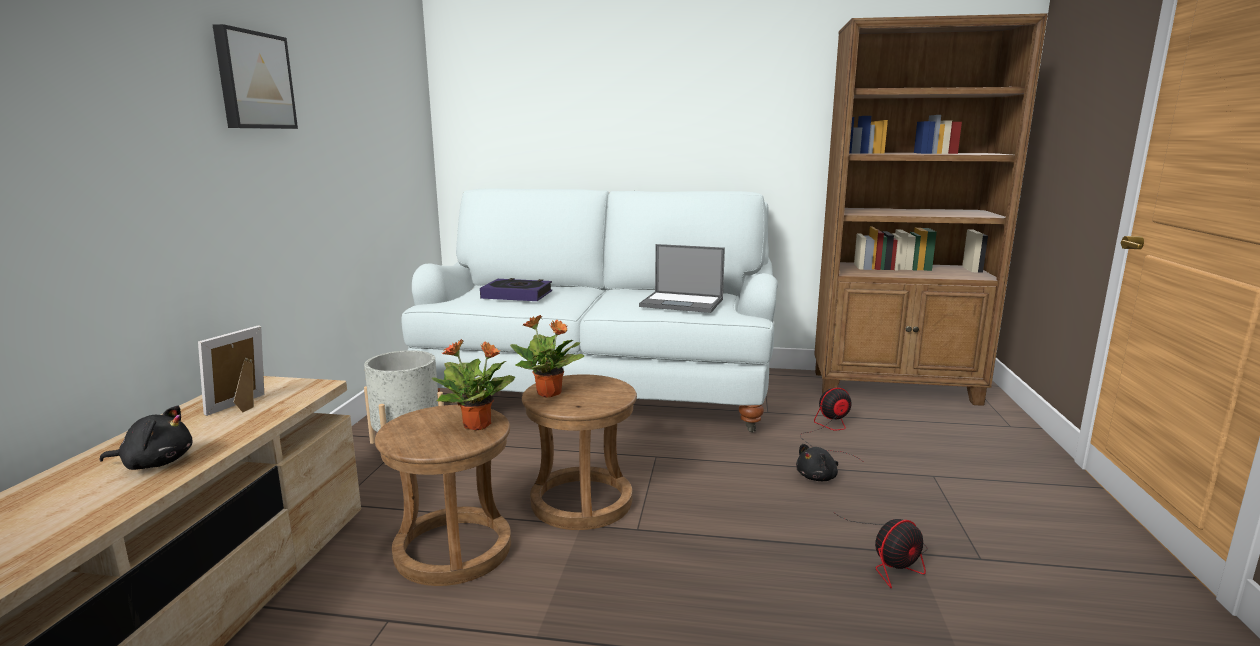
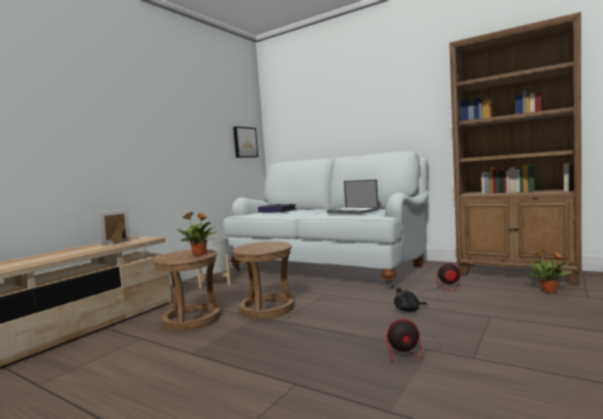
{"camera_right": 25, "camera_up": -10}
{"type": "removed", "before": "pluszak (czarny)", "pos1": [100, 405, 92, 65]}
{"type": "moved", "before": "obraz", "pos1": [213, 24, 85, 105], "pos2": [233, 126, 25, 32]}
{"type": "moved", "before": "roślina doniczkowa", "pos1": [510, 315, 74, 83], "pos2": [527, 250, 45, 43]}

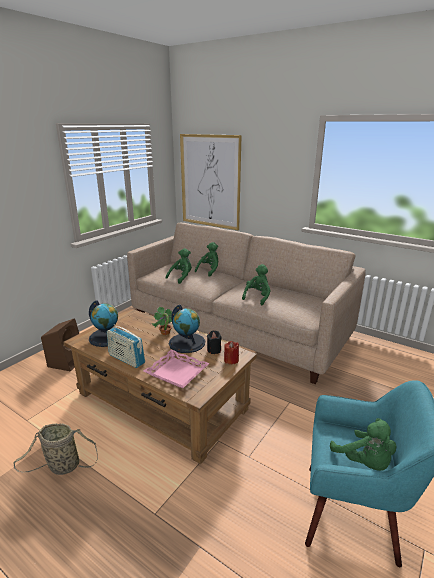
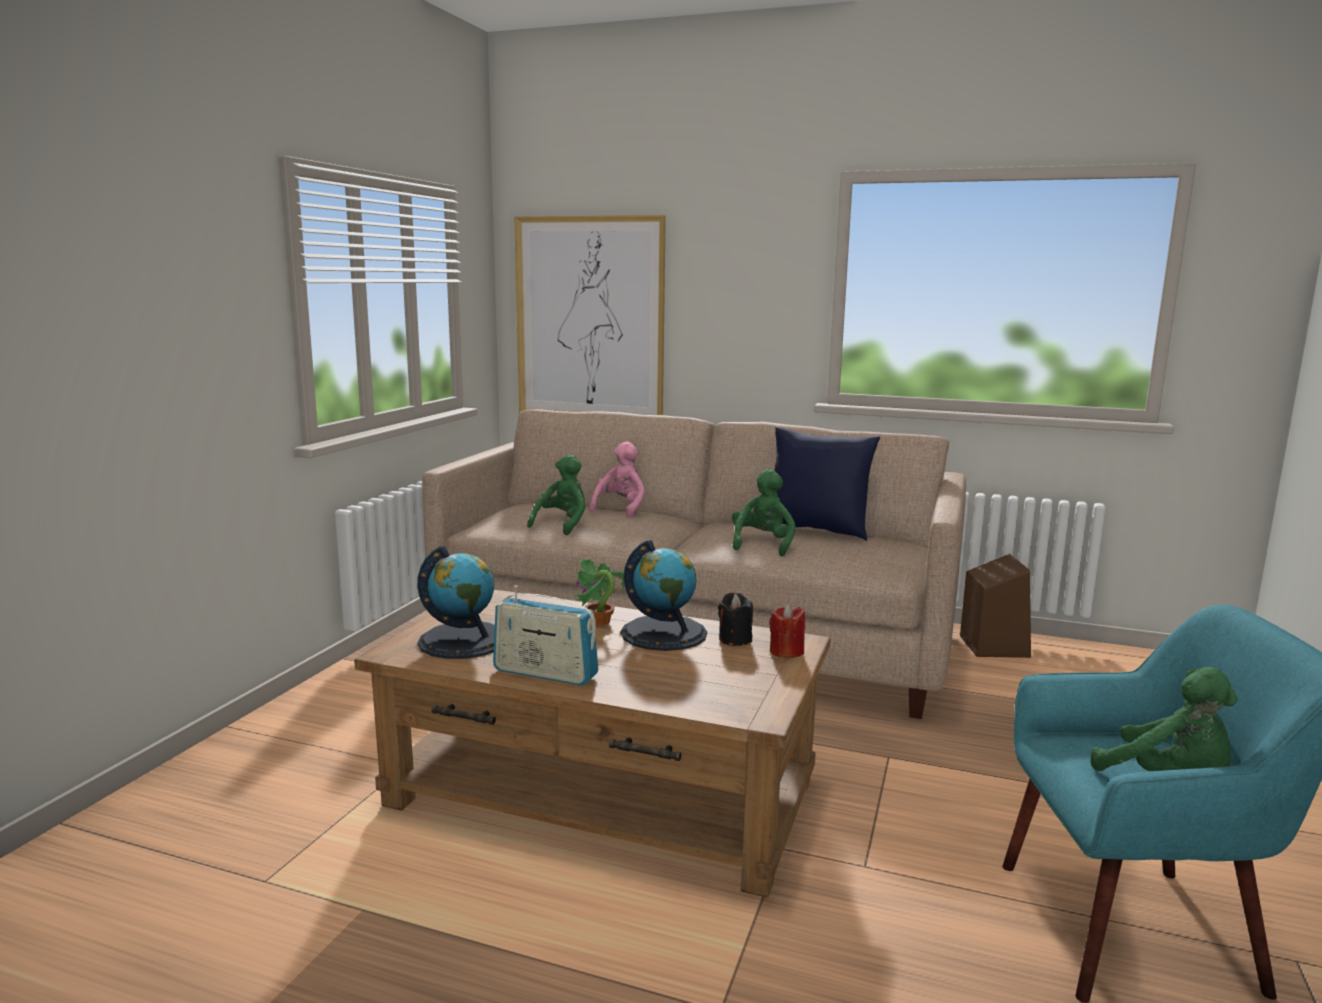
{"camera_right": -15, "camera_up": -10}
{"type": "removed", "before": "koszyk", "pos1": [14, 423, 84, 52]}
{"type": "removed", "before": "taca (różowy)", "pos1": [144, 349, 66, 39]}
{"type": "added", "after": "poduszka (niebieski)", "pos2": [774, 427, 106, 114]}
{"type": "moved", "before": "głośnik (brązowy)", "pos1": [41, 318, 38, 53], "pos2": [960, 554, 71, 104]}
{"type": "recoloured", "before": "pluszak (zielony)", "after": "pluszak (różowy)", "pos1": [195, 242, 23, 35], "pos2": [589, 441, 56, 77]}

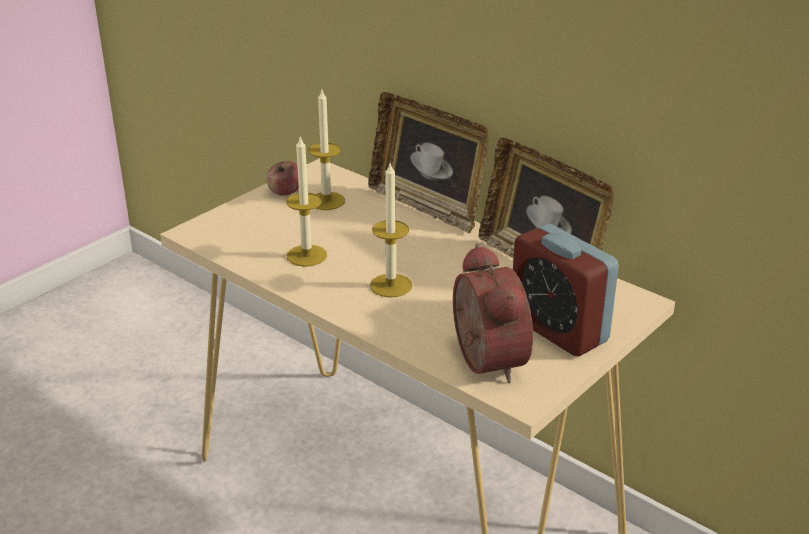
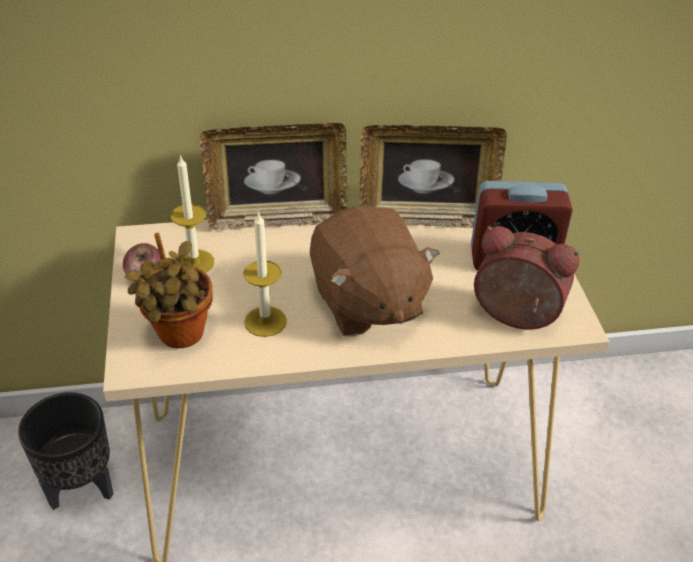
{"camera_right": -50, "camera_up": 10}
{"type": "added", "after": "donica (czarny)", "pos2": [18, 392, 96, 118]}
{"type": "added", "after": "roślina doniczkowa", "pos2": [125, 233, 88, 115]}
{"type": "replaced", "before": "świeca", "after": "pluszak (brązowy)", "pos1": [370, 161, 42, 137], "pos2": [310, 205, 130, 131]}

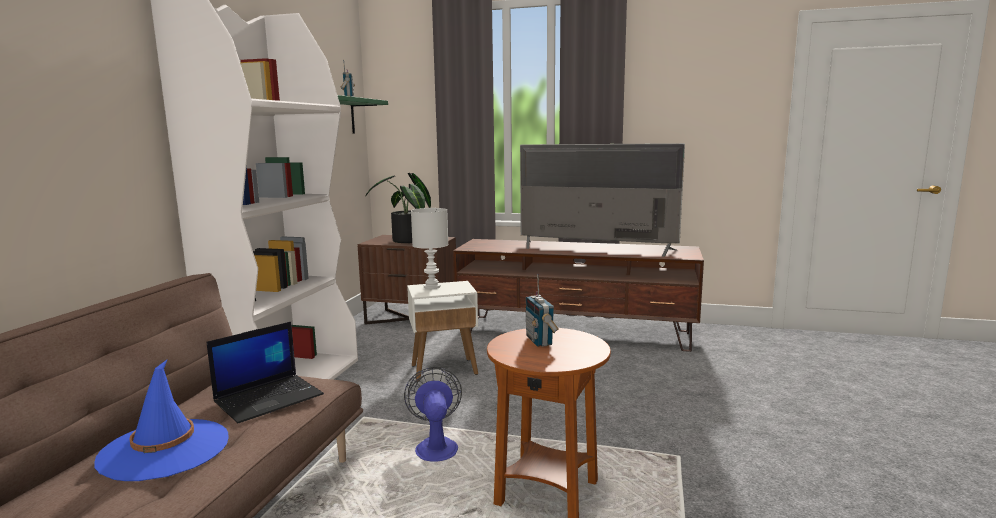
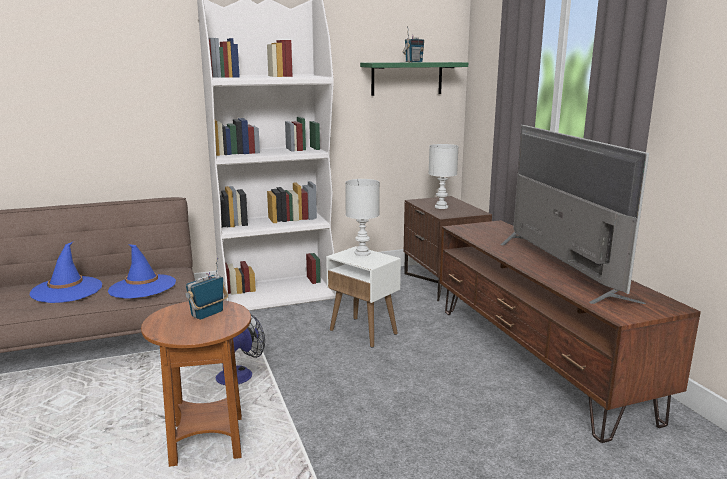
{"camera_right": 55, "camera_up": 5}
{"type": "replaced", "before": "laptop", "after": "kapelusz (niebieski)", "pos1": [207, 322, 117, 101], "pos2": [108, 244, 68, 54]}
{"type": "replaced", "before": "roślina doniczkowa", "after": "lampa stołowa (biały)", "pos1": [365, 173, 66, 70], "pos2": [428, 144, 31, 65]}

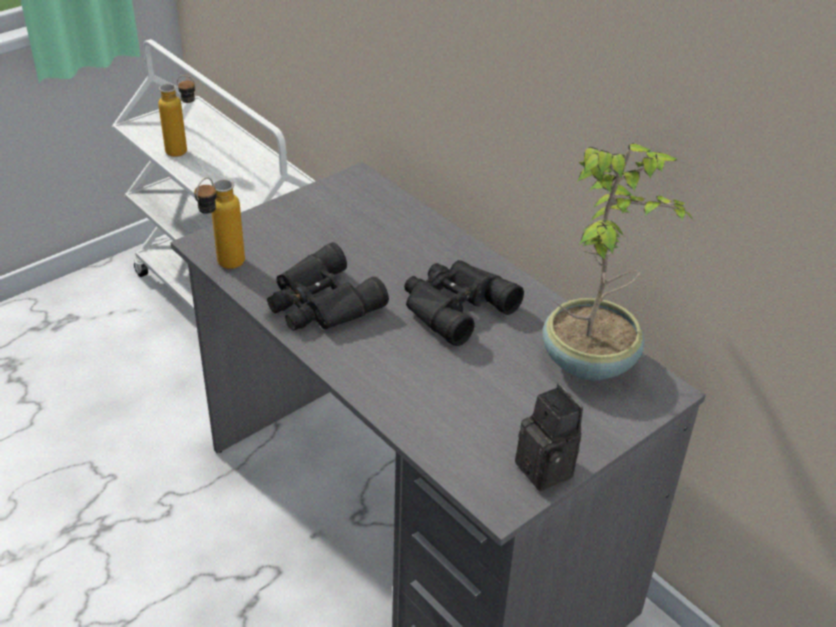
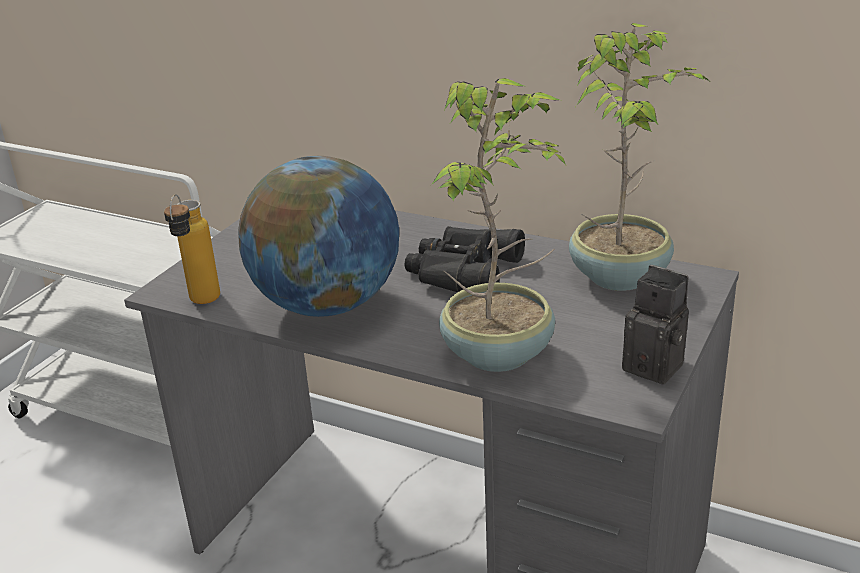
{"camera_right": -20, "camera_up": -10}
{"type": "removed", "before": "butelka", "pos1": [158, 75, 38, 82]}
{"type": "added", "after": "roślina doniczkowa", "pos2": [431, 78, 135, 294]}
{"type": "replaced", "before": "lornetka (czarny)", "after": "globus", "pos1": [267, 242, 122, 89], "pos2": [238, 156, 161, 161]}

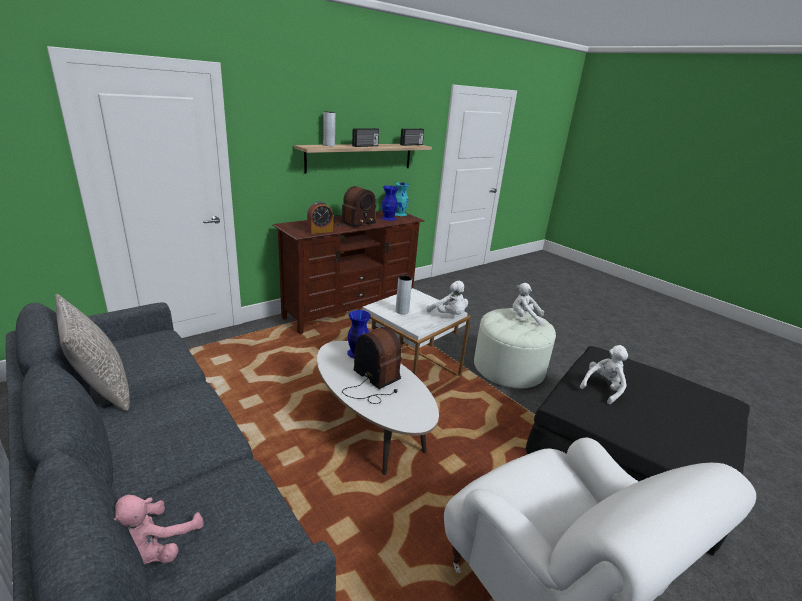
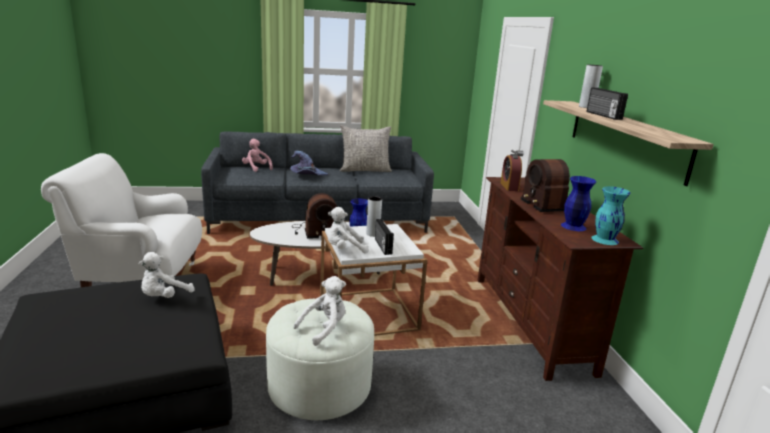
{"camera_right": 120, "camera_up": -5}
{"type": "added", "after": "kapelusz (fioletowy)", "pos2": [290, 151, 38, 25]}
{"type": "moved", "before": "radio", "pos1": [400, 128, 24, 18], "pos2": [375, 219, 19, 36]}
{"type": "turned", "before": "pluszak (biały)", "pos1": [580, 345, 48, 59], "pos2": [139, 252, 55, 46], "turn": 45}

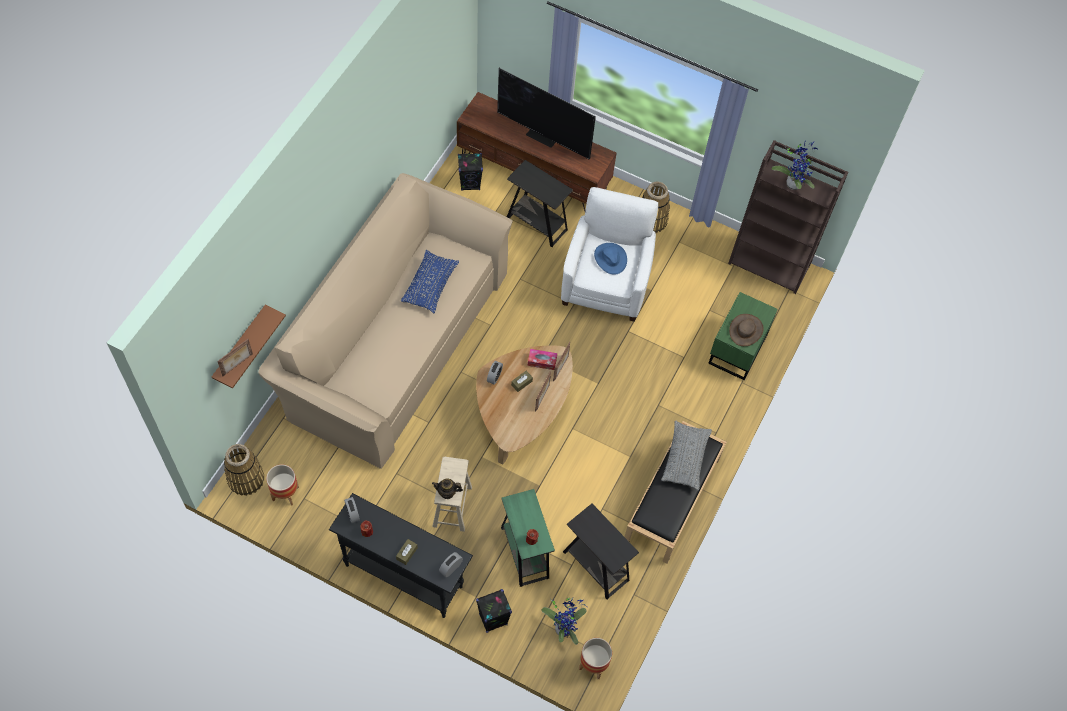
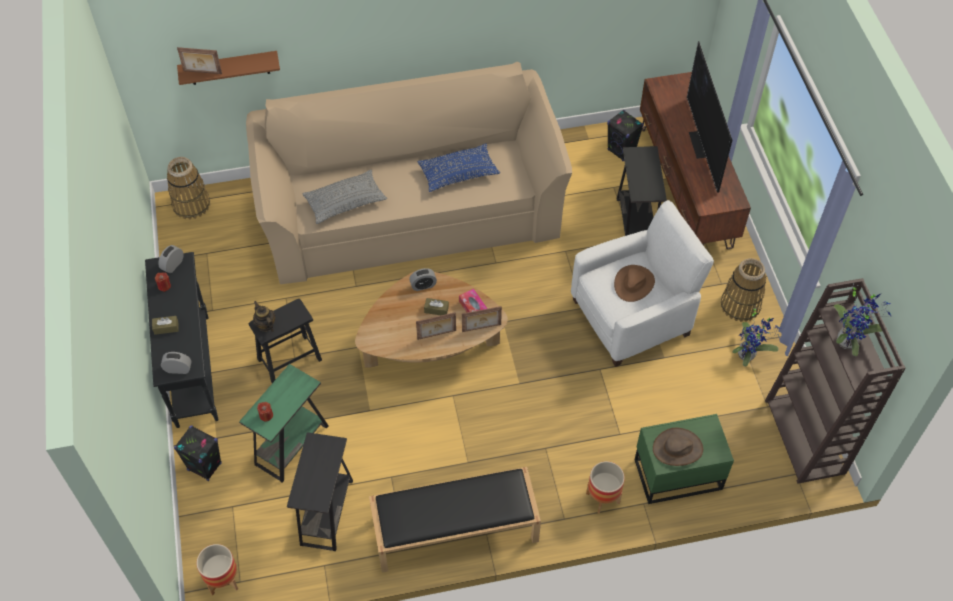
{"camera_right": 55, "camera_up": -5}
{"type": "moved", "before": "donica", "pos1": [266, 465, 33, 41], "pos2": [586, 461, 39, 53]}
{"type": "moved", "before": "roślina doniczkowa", "pos1": [542, 598, 45, 47], "pos2": [732, 308, 49, 59]}
{"type": "moved", "before": "poduszka (szary)", "pos1": [661, 421, 51, 70], "pos2": [302, 170, 85, 54]}
{"type": "recoloured", "before": "stołek (beżowy)", "after": "stołek (czarny)", "pos1": [432, 457, 40, 75], "pos2": [249, 299, 73, 84]}
{"type": "recoloured", "before": "kapelusz (niebieski)", "after": "kapelusz (brązowy)", "pos1": [594, 243, 33, 32], "pos2": [614, 265, 41, 37]}

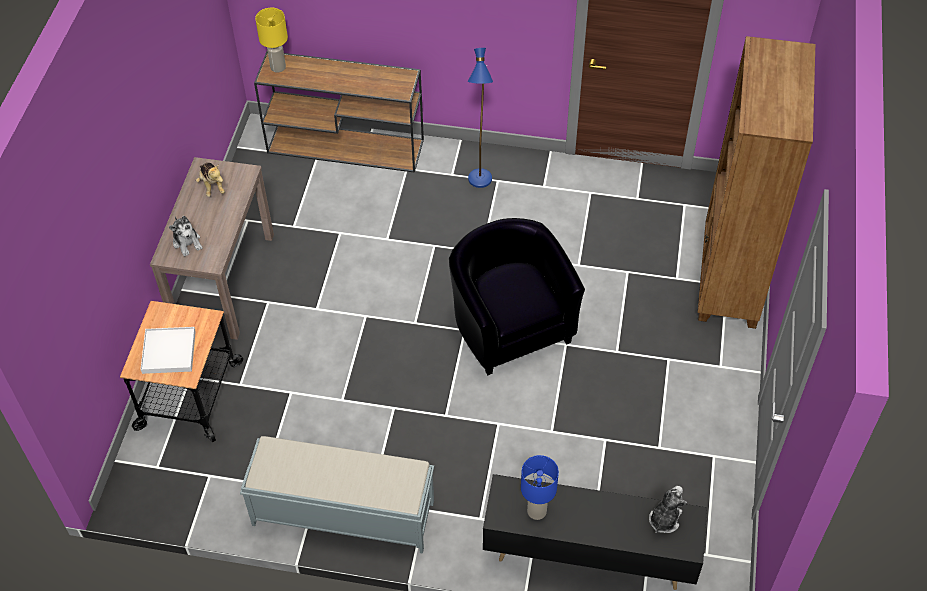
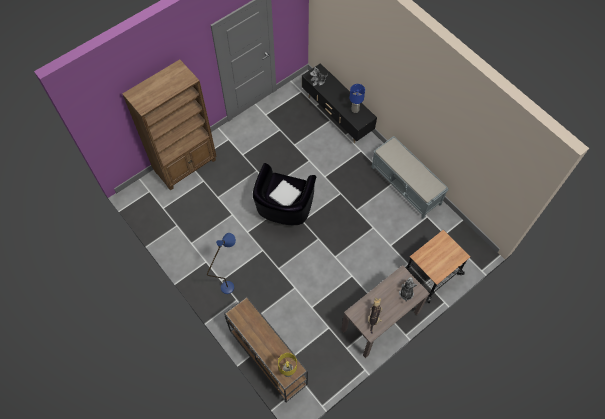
{"camera_right": -140, "camera_up": 10}
{"type": "moved", "before": "taca (biały)", "pos1": [141, 327, 55, 47], "pos2": [269, 180, 32, 26]}

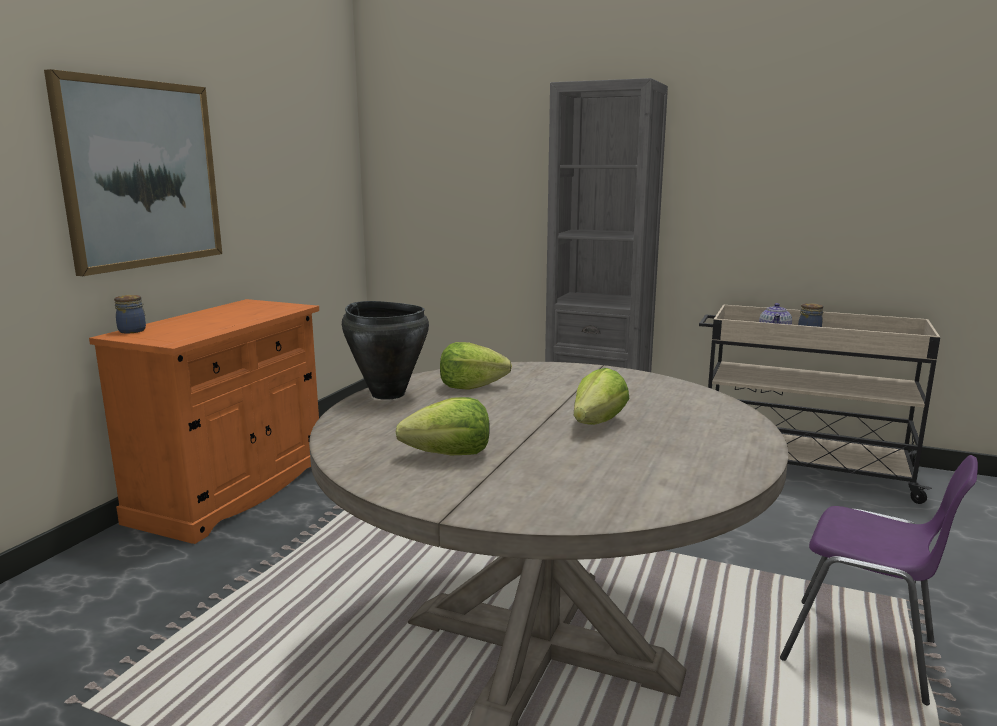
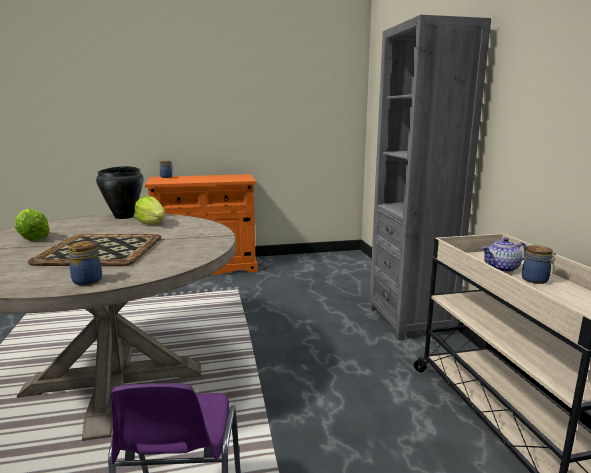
{"camera_right": 55, "camera_up": 0}
{"type": "removed", "before": "obraz", "pos1": [44, 69, 178, 207]}
{"type": "added", "after": "słoik", "pos2": [68, 241, 34, 44]}
{"type": "replaced", "before": "sałata", "after": "taca", "pos1": [574, 368, 56, 57], "pos2": [28, 234, 133, 32]}

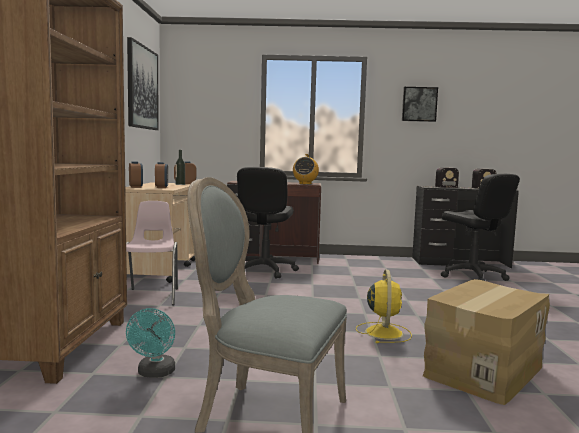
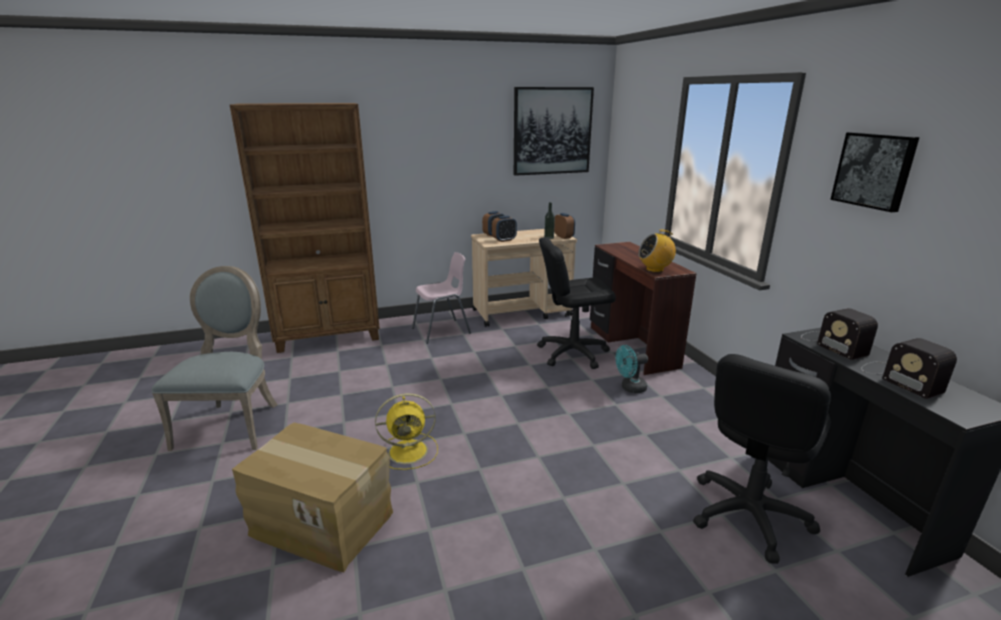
{"camera_right": 70, "camera_up": 15}
{"type": "moved", "before": "wentylator (turkusowy)", "pos1": [126, 308, 49, 70], "pos2": [616, 345, 32, 48]}

